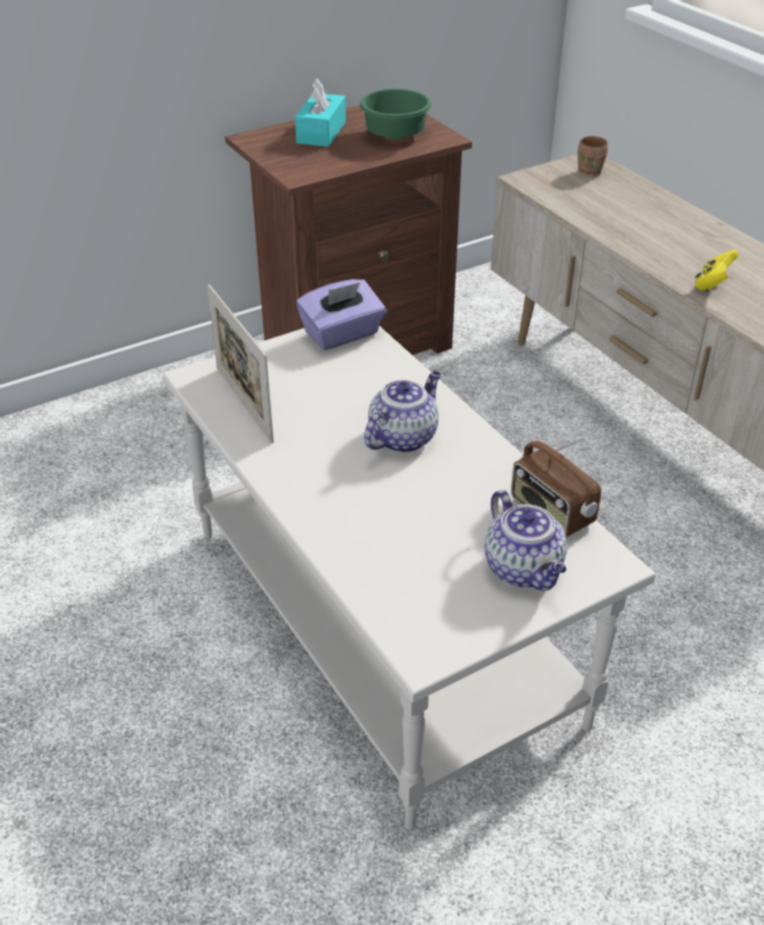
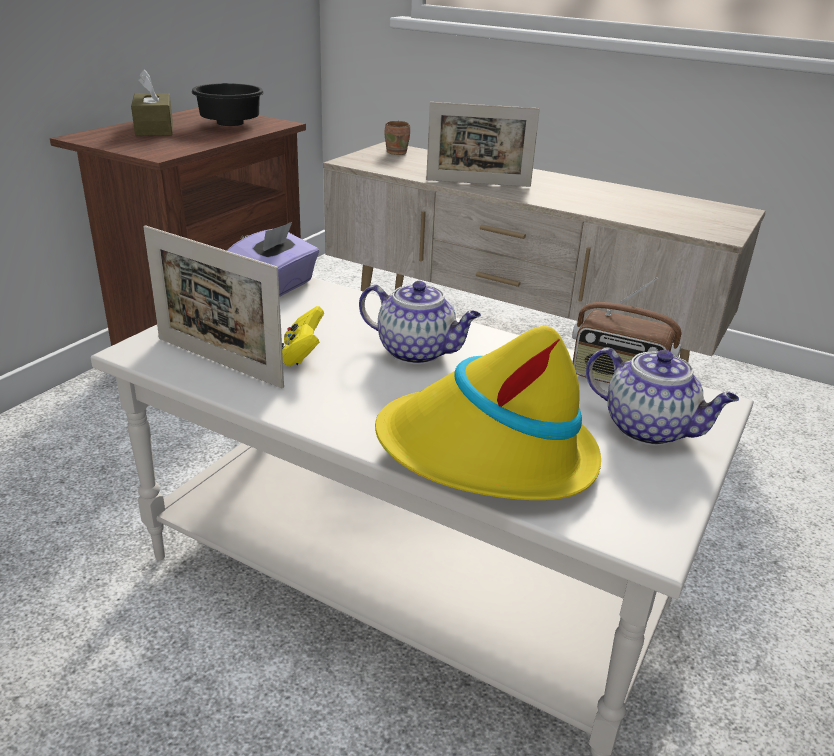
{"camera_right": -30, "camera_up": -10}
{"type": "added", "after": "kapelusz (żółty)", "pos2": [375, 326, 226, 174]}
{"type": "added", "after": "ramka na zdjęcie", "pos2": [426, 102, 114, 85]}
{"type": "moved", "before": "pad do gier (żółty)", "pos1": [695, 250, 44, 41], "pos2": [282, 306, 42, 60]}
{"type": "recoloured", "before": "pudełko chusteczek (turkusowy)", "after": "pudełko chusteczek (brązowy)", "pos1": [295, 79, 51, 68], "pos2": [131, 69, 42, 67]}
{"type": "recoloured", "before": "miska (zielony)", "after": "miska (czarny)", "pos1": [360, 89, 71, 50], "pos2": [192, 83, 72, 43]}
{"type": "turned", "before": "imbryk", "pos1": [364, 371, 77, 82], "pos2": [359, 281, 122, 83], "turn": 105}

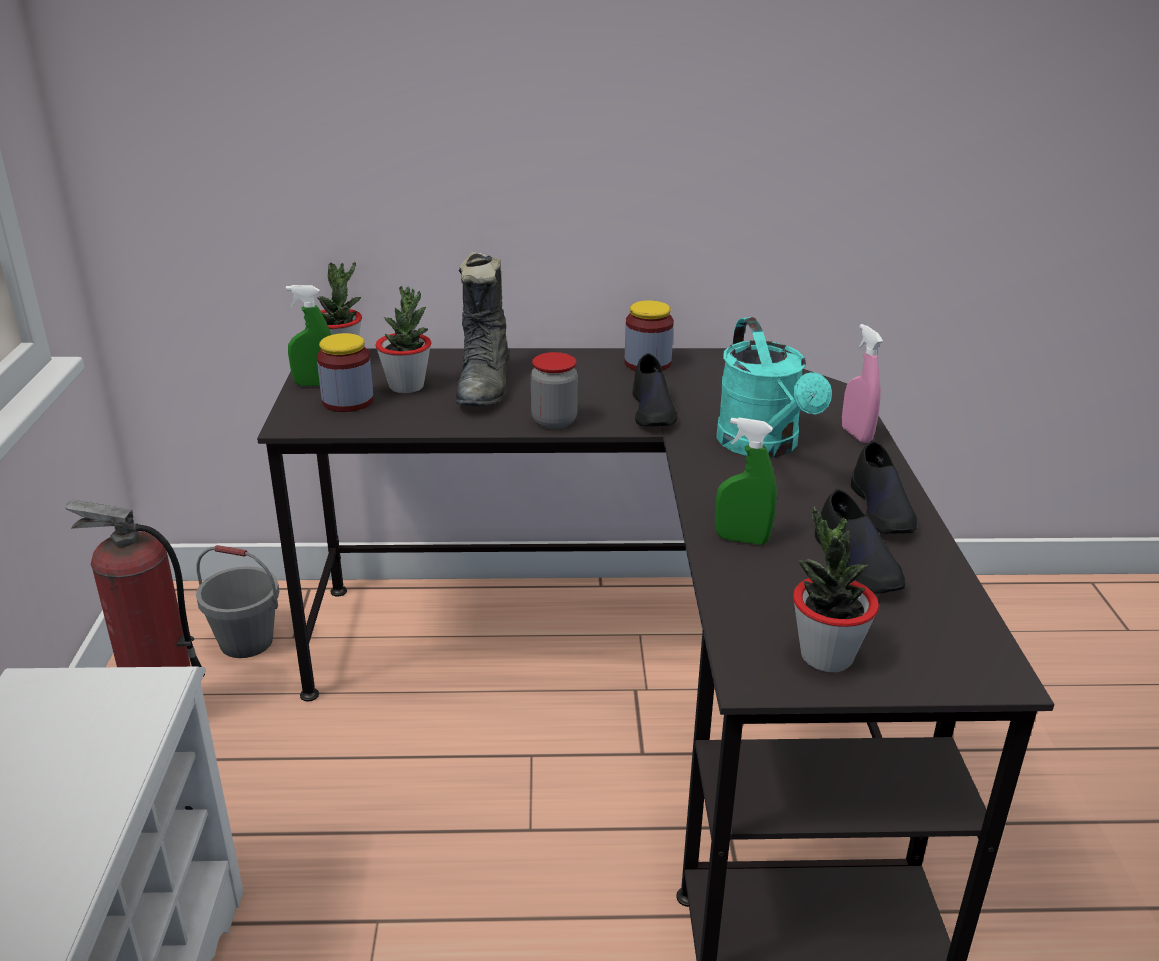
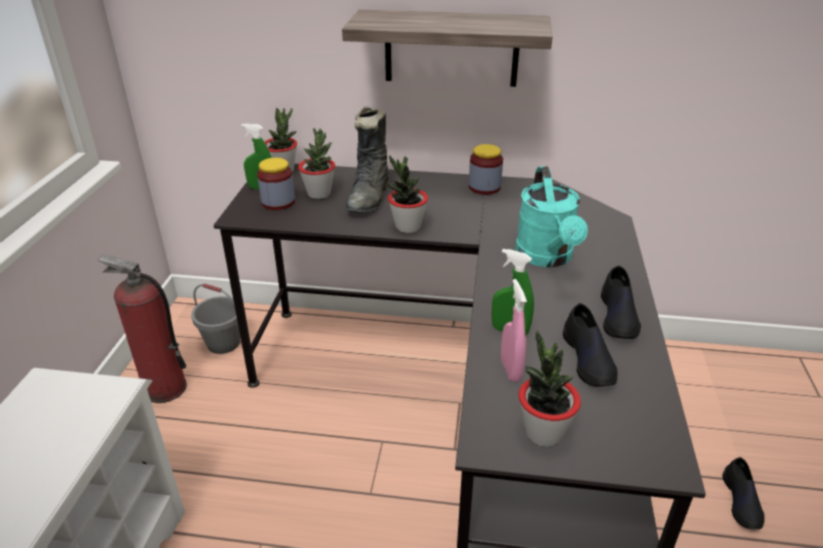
{"camera_right": 10, "camera_up": 5}
{"type": "added", "after": "półka", "pos2": [342, 9, 211, 78]}
{"type": "moved", "before": "but (czarny)", "pos1": [633, 353, 45, 73], "pos2": [723, 457, 42, 72]}
{"type": "moved", "before": "spryskiwacz (różowy)", "pos1": [842, 324, 41, 119], "pos2": [501, 279, 26, 103]}
{"type": "replaced", "before": "słoik", "after": "roślina doniczkowa", "pos1": [531, 352, 47, 77], "pos2": [387, 155, 41, 78]}

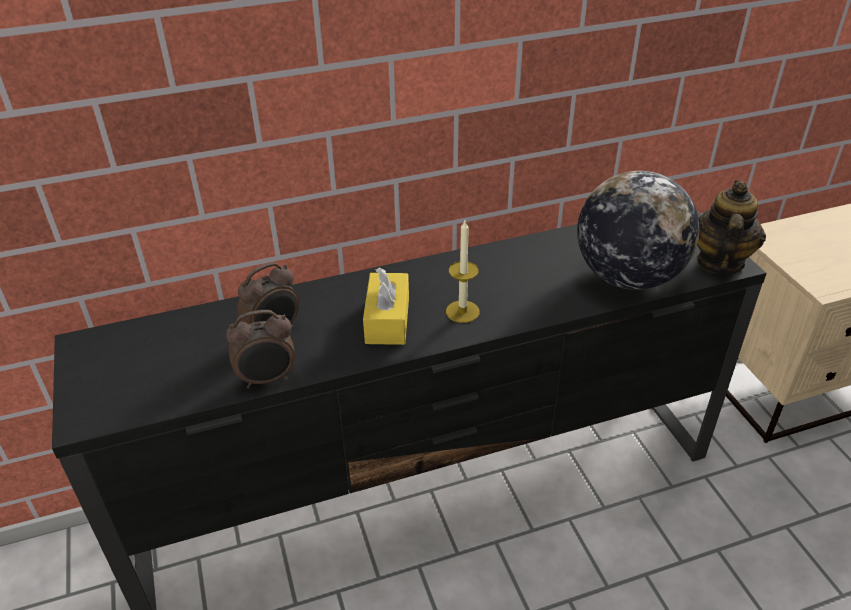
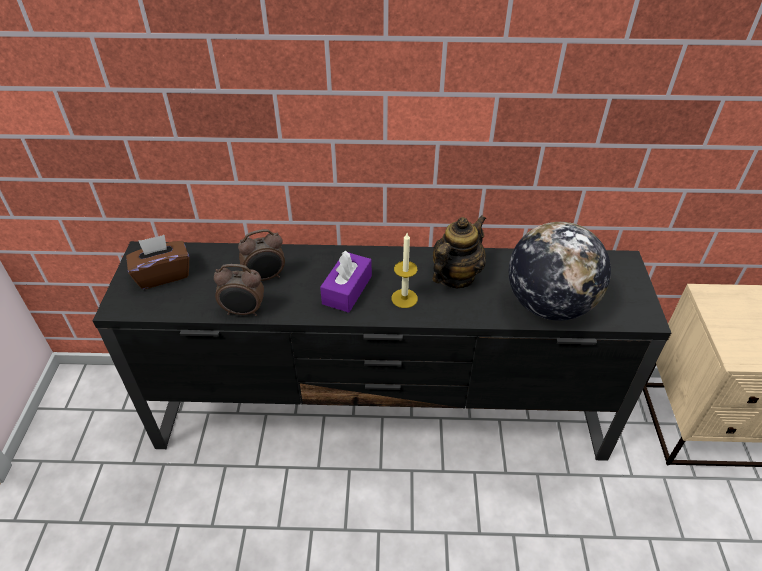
{"camera_right": 20, "camera_up": 5}
{"type": "added", "after": "pudełko chusteczek (brązowy)", "pos2": [126, 235, 63, 54]}
{"type": "moved", "before": "imbryk", "pos1": [697, 180, 69, 94], "pos2": [432, 215, 54, 73]}
{"type": "recoloured", "before": "pudełko chusteczek (żółty)", "after": "pudełko chusteczek (fioletowy)", "pos1": [363, 267, 46, 78], "pos2": [320, 251, 52, 62]}

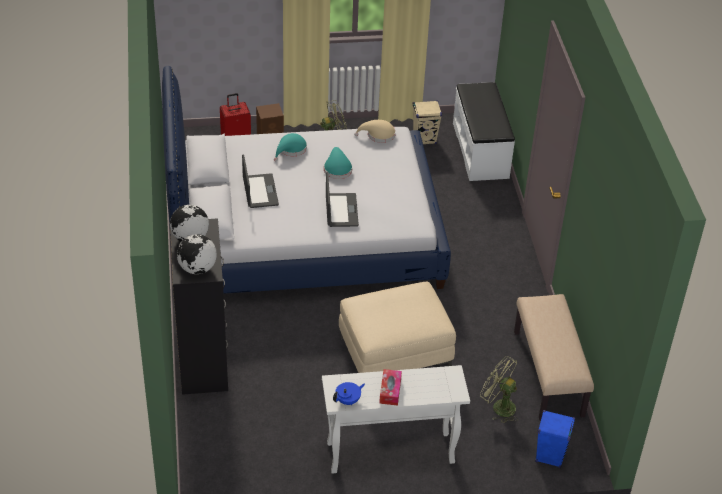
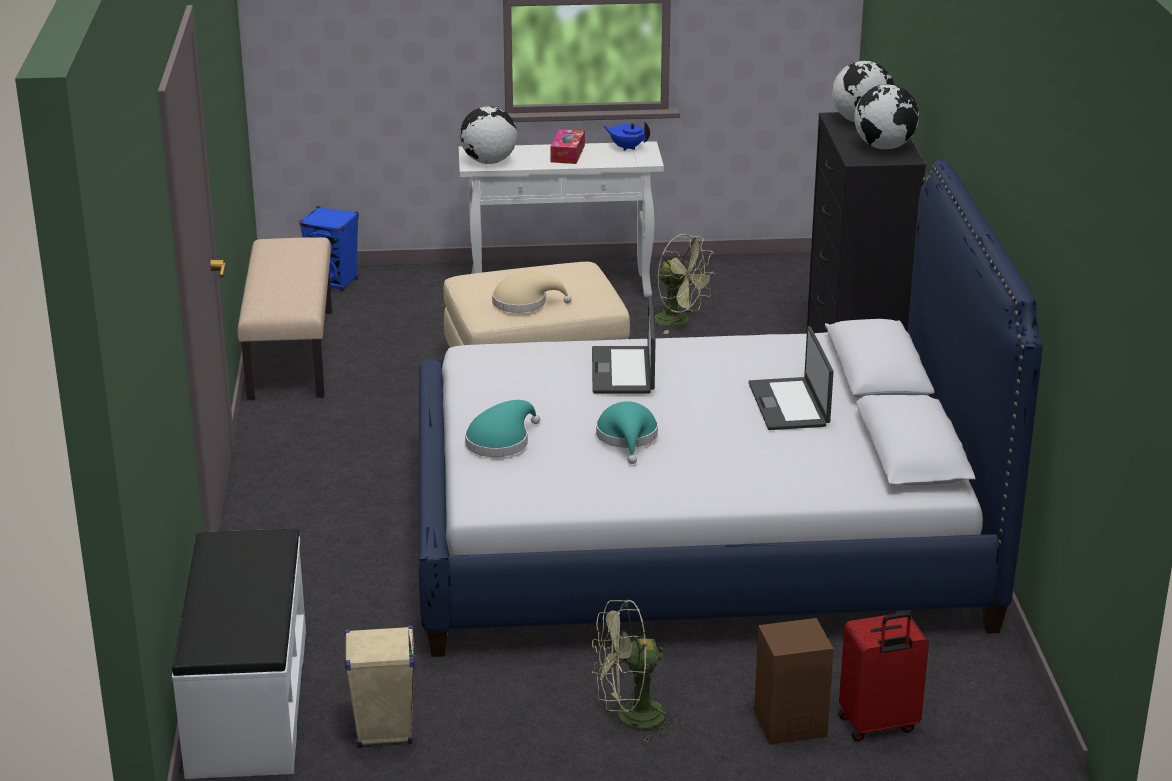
{"camera_right": -175, "camera_up": -15}
{"type": "added", "after": "globus", "pos2": [460, 106, 57, 58]}
{"type": "moved", "before": "kapelusz (turkusowy)", "pos1": [274, 133, 33, 28], "pos2": [465, 400, 75, 57]}
{"type": "moved", "before": "kapelusz (beżowy)", "pos1": [354, 120, 42, 23], "pos2": [492, 272, 80, 41]}
{"type": "moved", "before": "wentylator (zielony)", "pos1": [480, 356, 38, 67], "pos2": [654, 234, 62, 100]}
{"type": "turned", "before": "imbryk (niebieski)", "pos1": [333, 382, 32, 23], "pos2": [603, 122, 47, 29], "turn": 60}

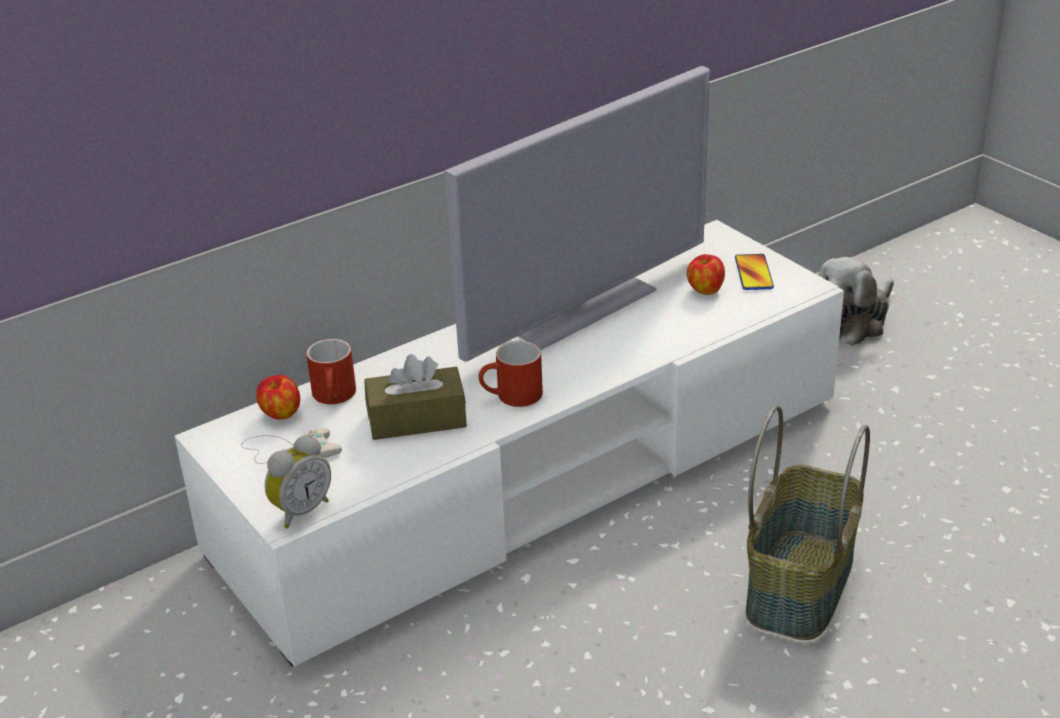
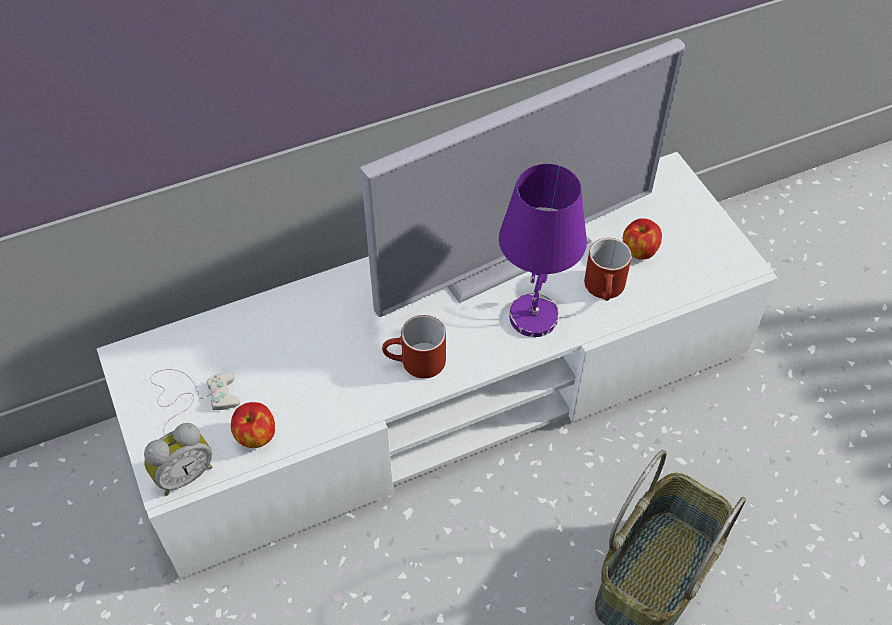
{"camera_right": 10, "camera_up": 20}
{"type": "removed", "before": "pudełko chusteczek (brązowy)", "pos1": [364, 354, 103, 86]}
{"type": "removed", "before": "telefon", "pos1": [735, 254, 39, 36]}
{"type": "removed", "before": "pluszak", "pos1": [818, 257, 76, 89]}
{"type": "added", "after": "lampa stołowa (fioletowy)", "pos2": [499, 164, 88, 173]}
{"type": "moved", "before": "jabłko", "pos1": [256, 375, 44, 45], "pos2": [231, 402, 44, 46]}
{"type": "moved", "before": "kubek (czerwony)", "pos1": [306, 339, 50, 65], "pos2": [584, 238, 48, 63]}

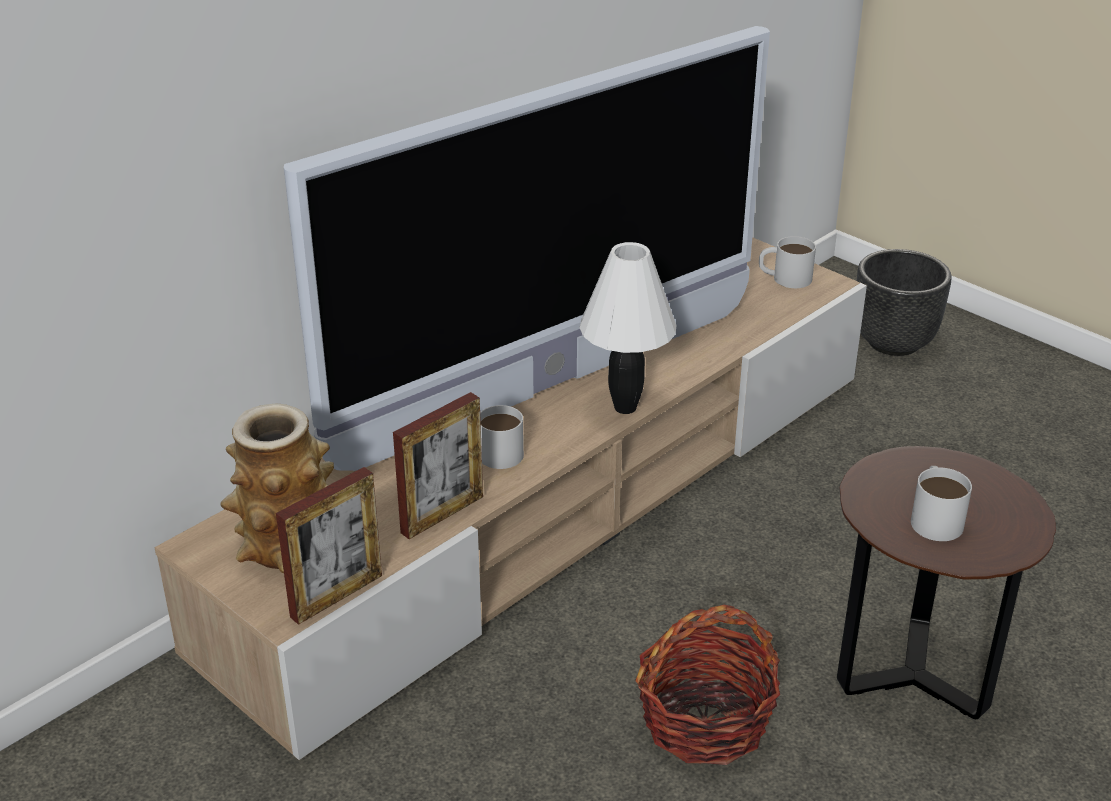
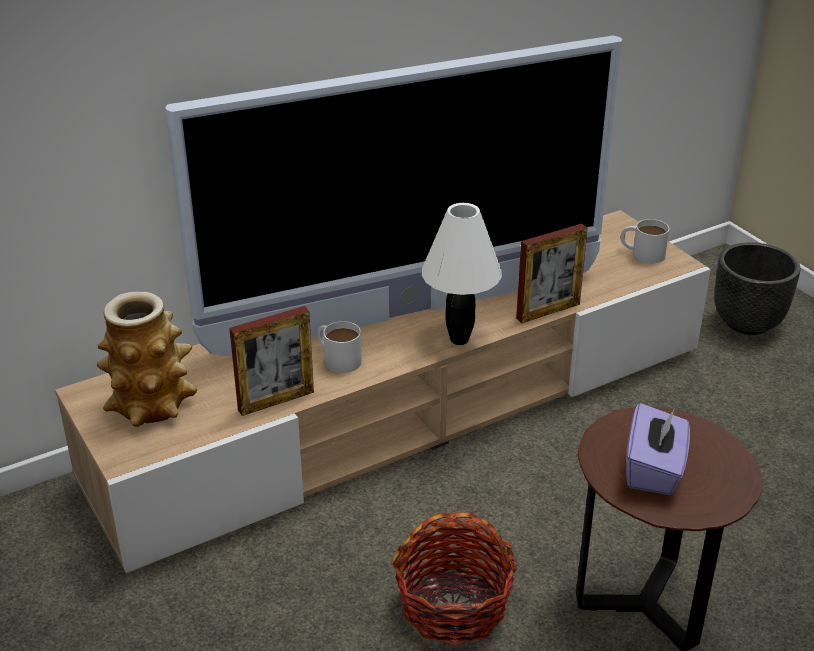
{"camera_right": 15, "camera_up": 0}
{"type": "moved", "before": "ramka na zdjęcie", "pos1": [276, 467, 106, 158], "pos2": [516, 223, 71, 100]}
{"type": "replaced", "before": "kubek (biały)", "after": "pudełko chusteczek (fioletowy)", "pos1": [911, 466, 61, 75], "pos2": [626, 403, 64, 92]}

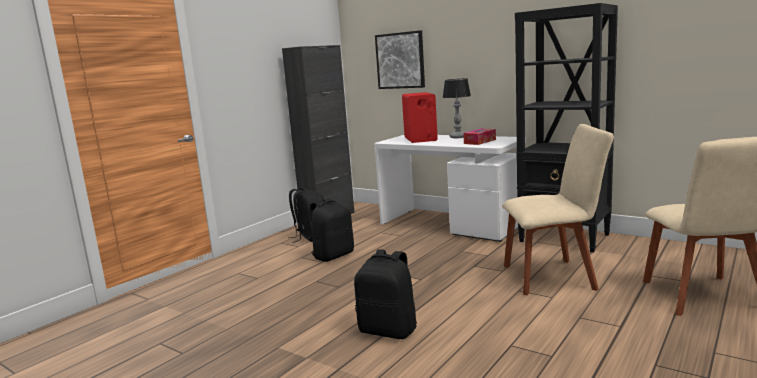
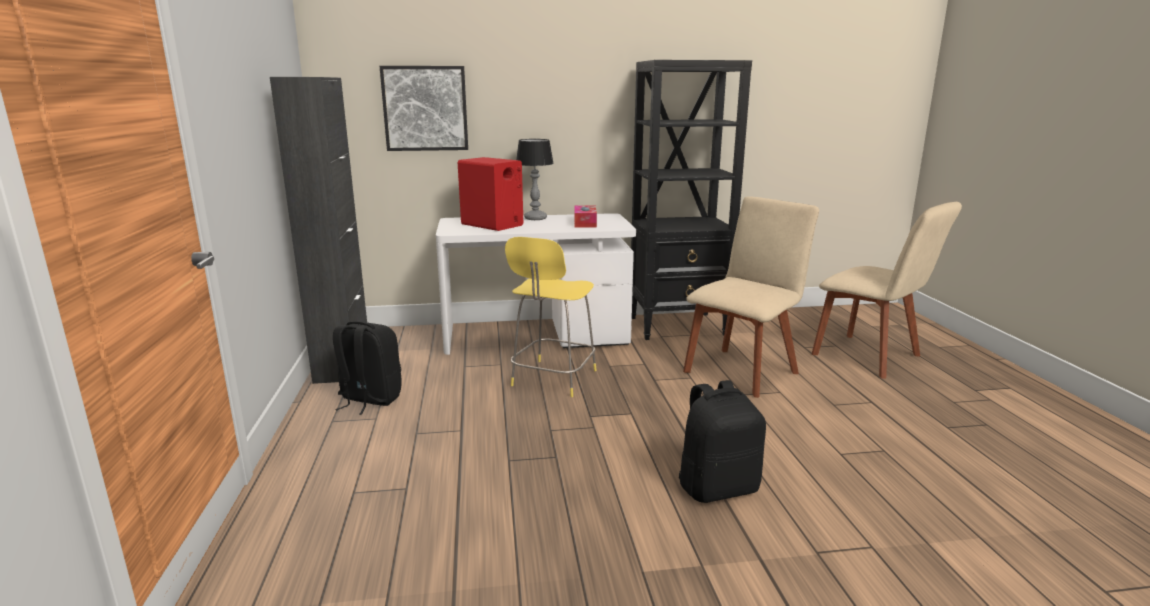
{"camera_right": -45, "camera_up": 5}
{"type": "removed", "before": "plecak (czarny)", "pos1": [310, 198, 44, 64]}
{"type": "added", "after": "stołek (żółty)", "pos2": [505, 237, 92, 160]}

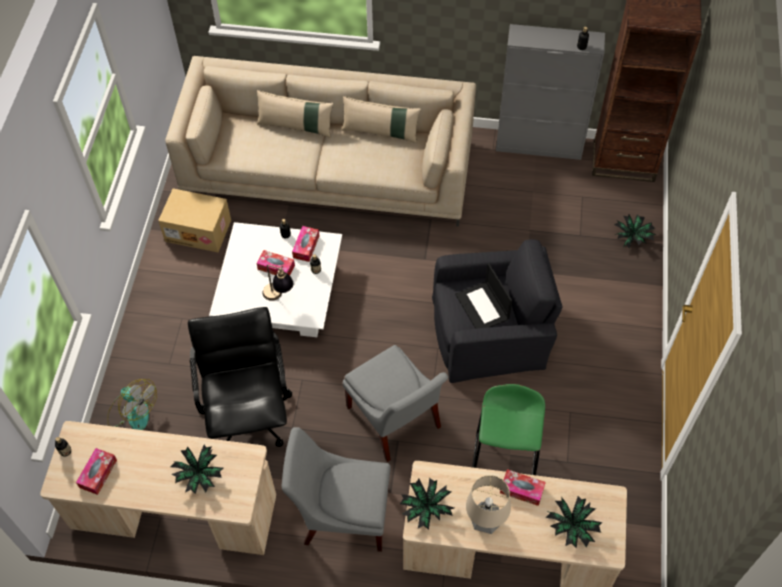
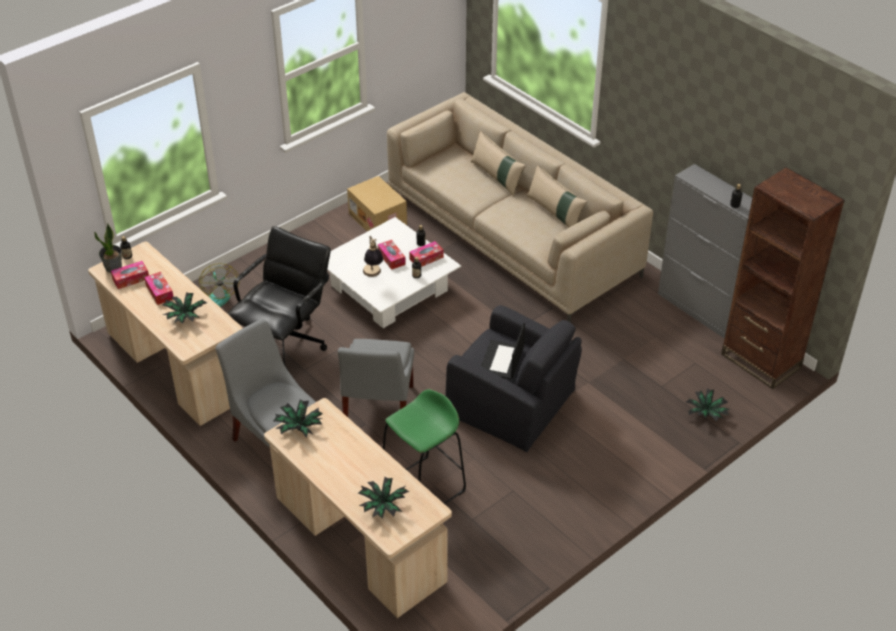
{"camera_right": 40, "camera_up": -15}
{"type": "removed", "before": "lampa stołowa", "pos1": [466, 475, 45, 59]}
{"type": "added", "after": "roślina doniczkowa", "pos2": [94, 223, 28, 50]}
{"type": "moved", "before": "pudełko chusteczek", "pos1": [500, 469, 46, 37], "pos2": [144, 272, 29, 33]}

